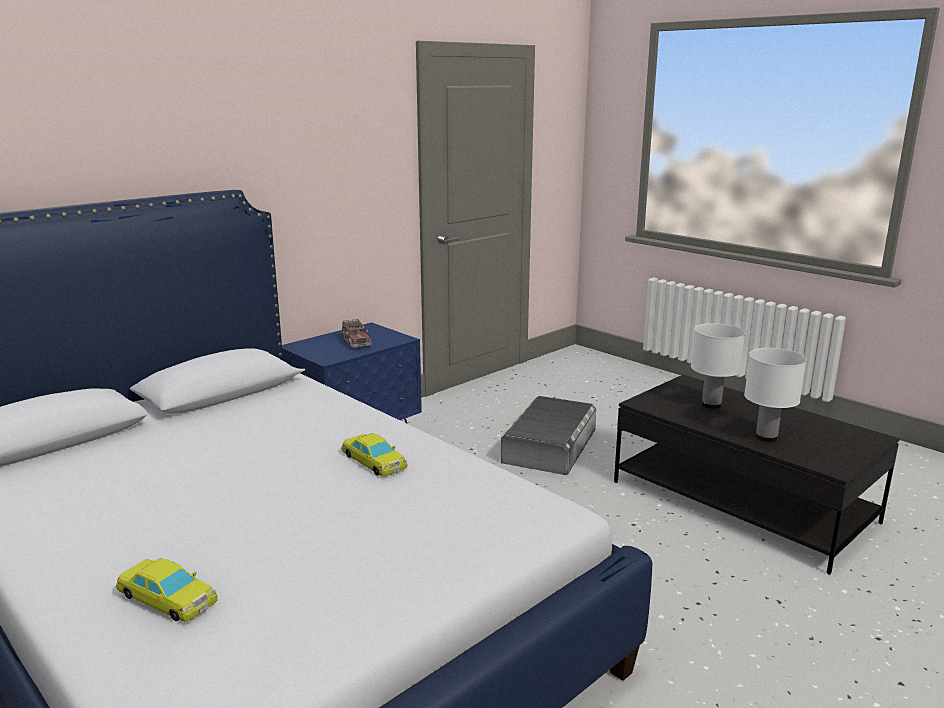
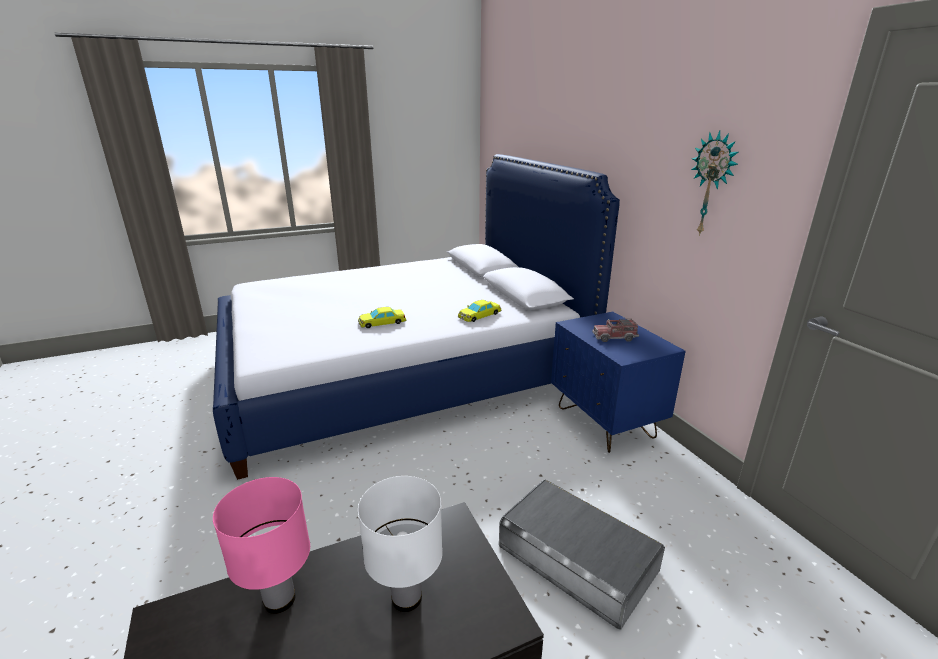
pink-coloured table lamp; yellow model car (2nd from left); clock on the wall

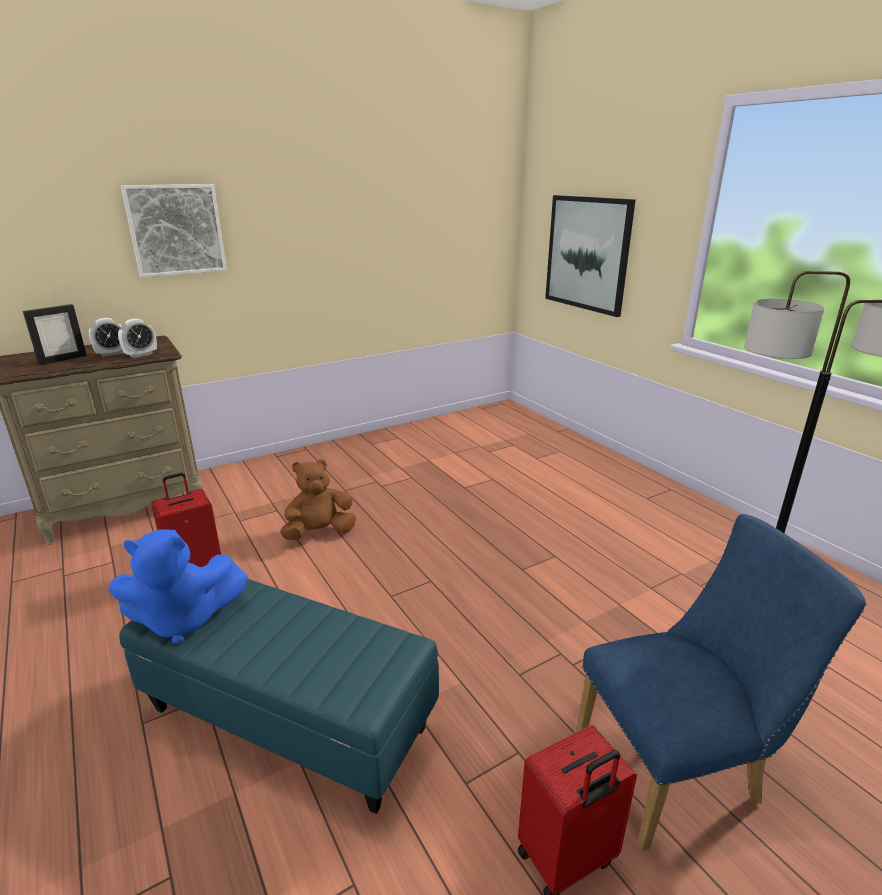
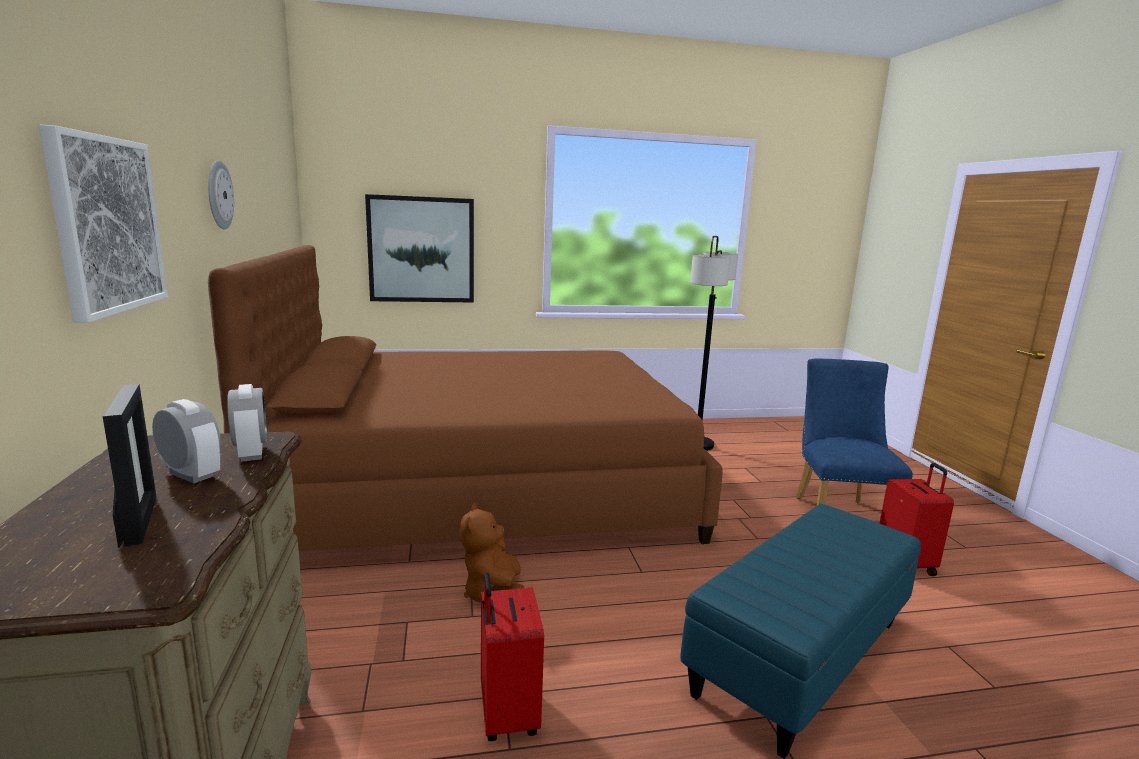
table clock (1st from left); blue soft toy; clock on the wall; brown-coloured bed

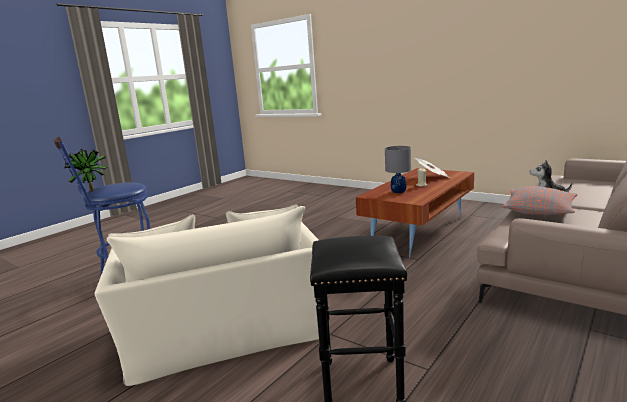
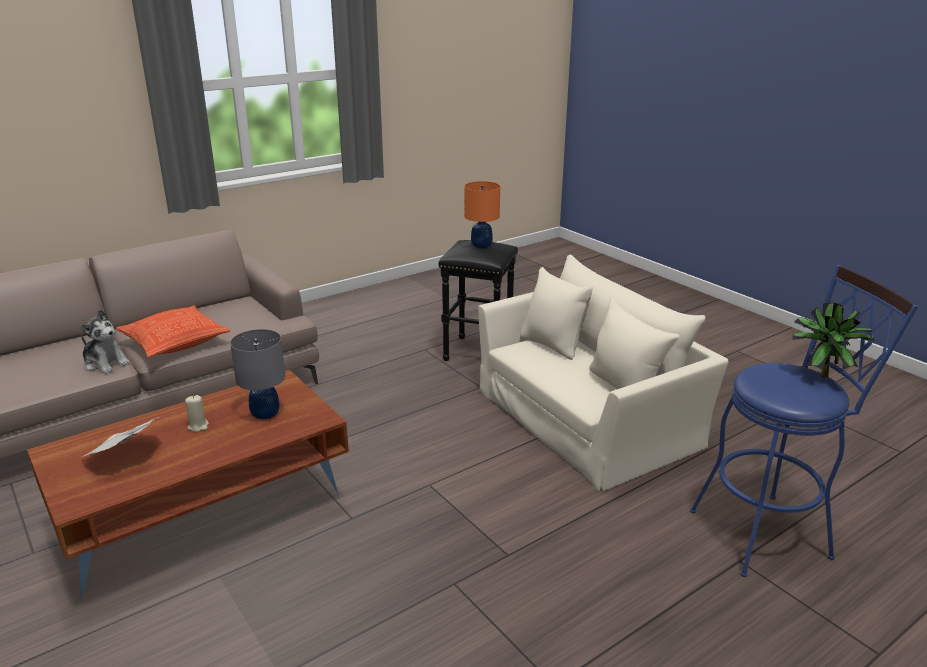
orange throw pillow; sand-coloured lounge chair; orange table lamp

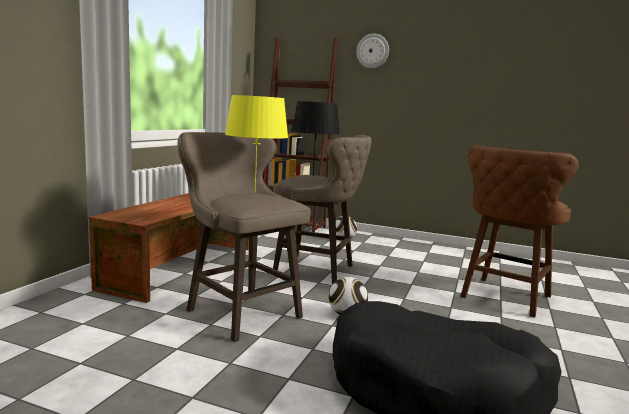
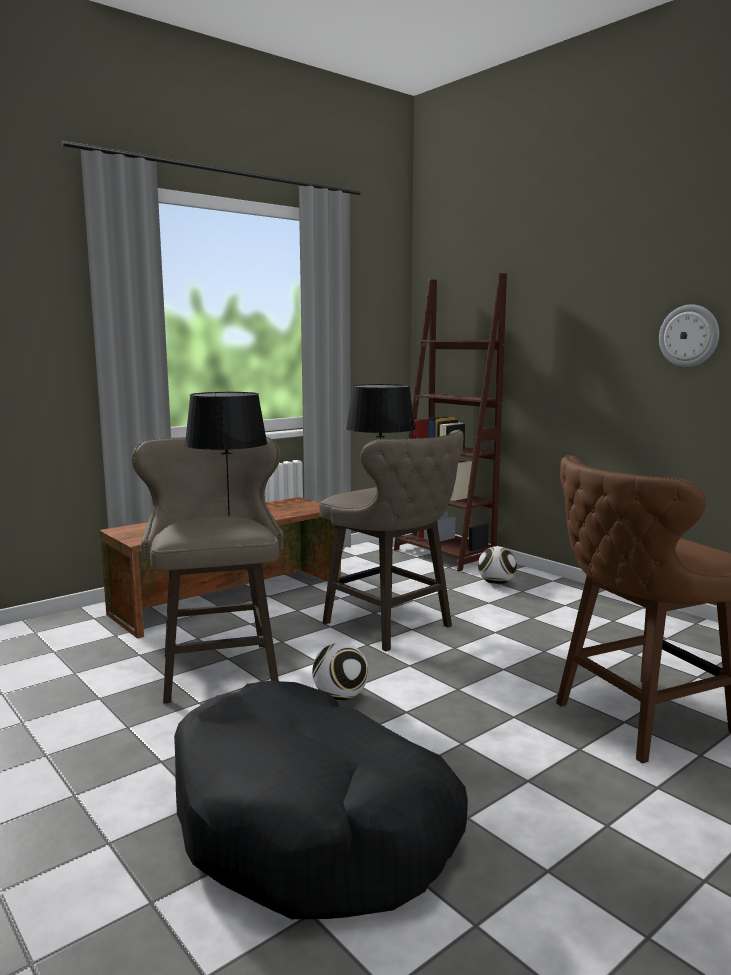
clock on the wall; black-coloured table lamp (1st from left)

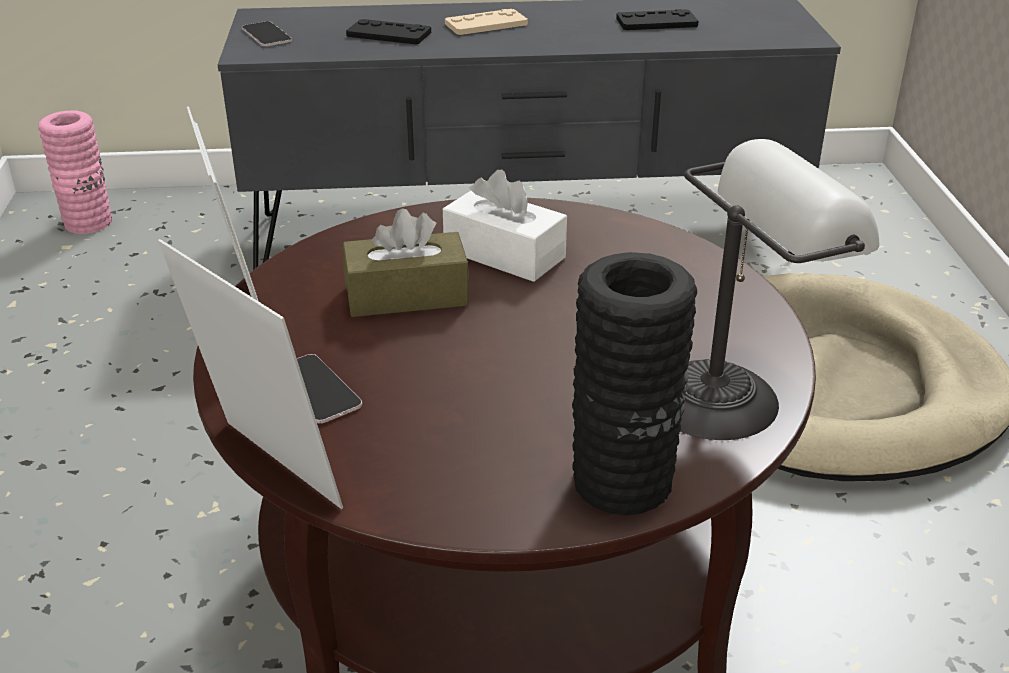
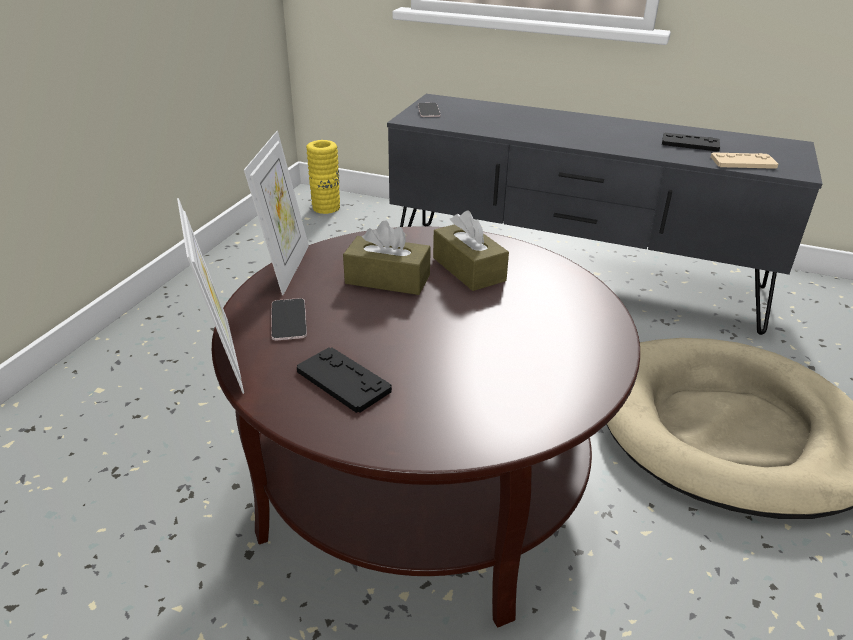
sand-coloured game controller; black-coloured game controller (1st from left); yellow decorative vase; table lamp; brown-coloured tissue holder (2nd from left); black-coloured decorative vase

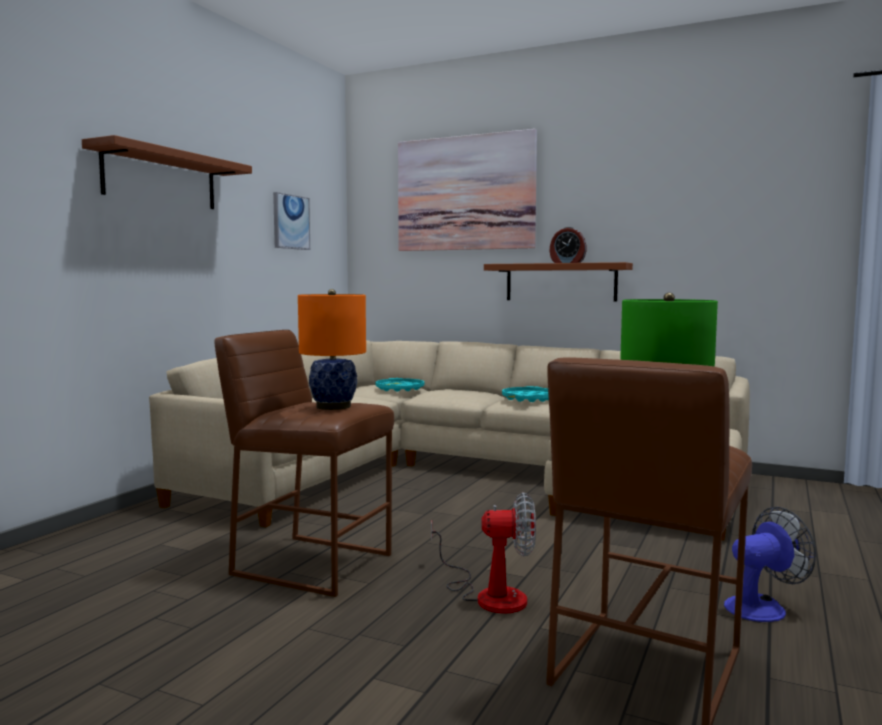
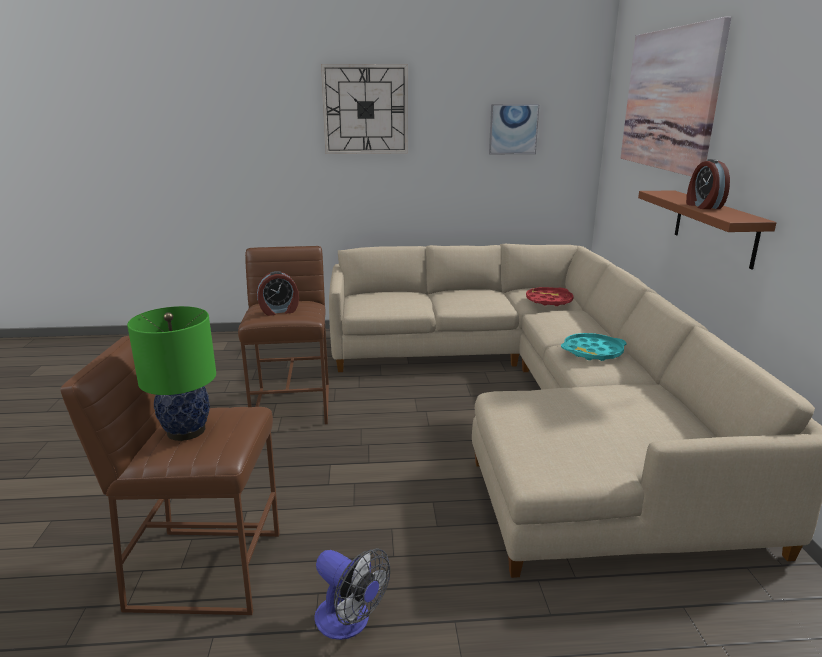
clock on the wall; table clock (1st from left); red carrying tray; fan (1st from left in the first image)

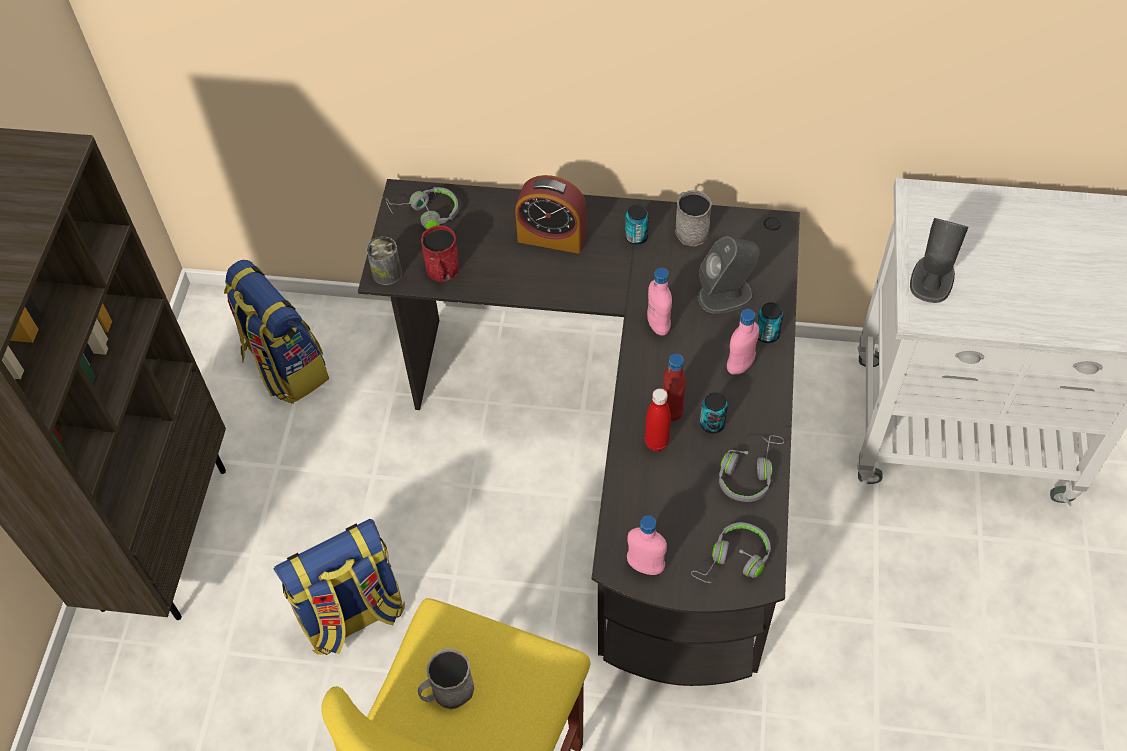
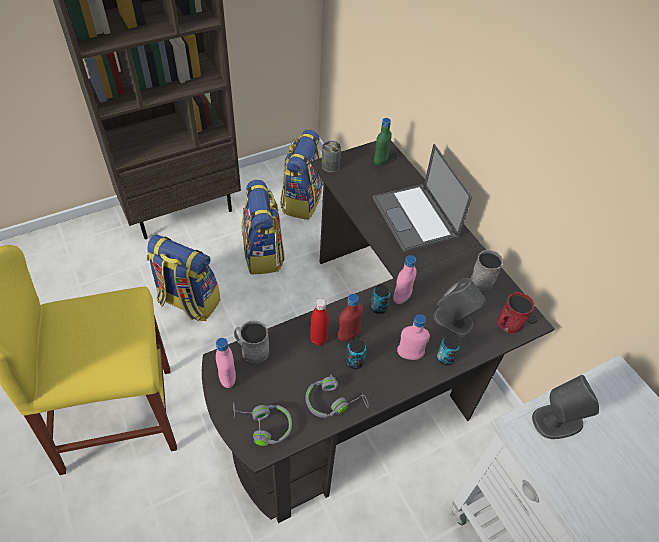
portable computer; green-coloured drink bottle; can (3rd from left); red tea mug; grey tea mug (1st from left); knapsack (2nd from left)

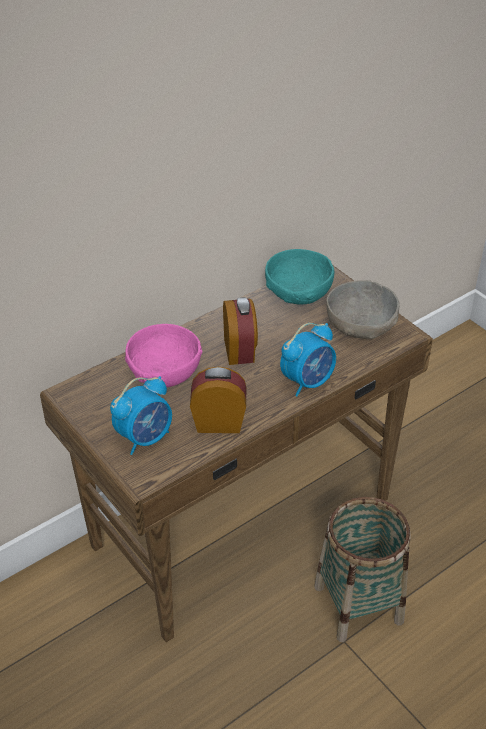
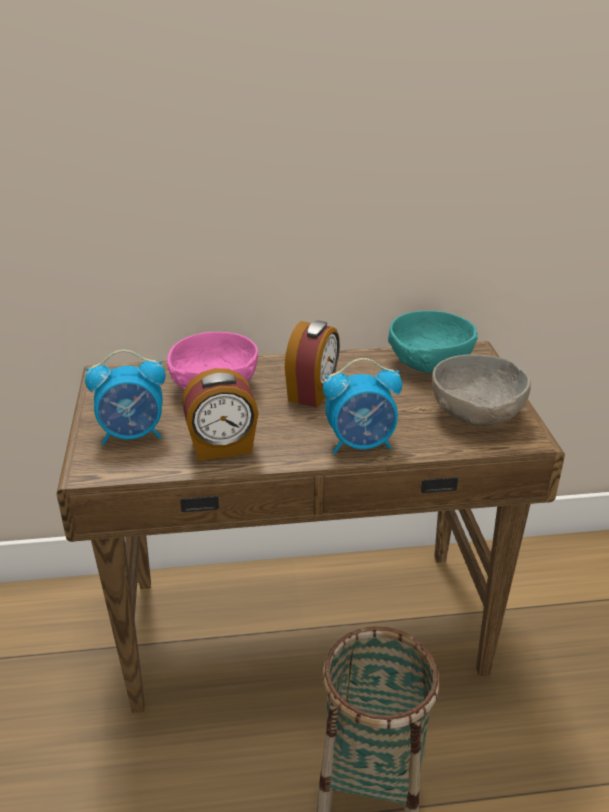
table clock (2nd from left)

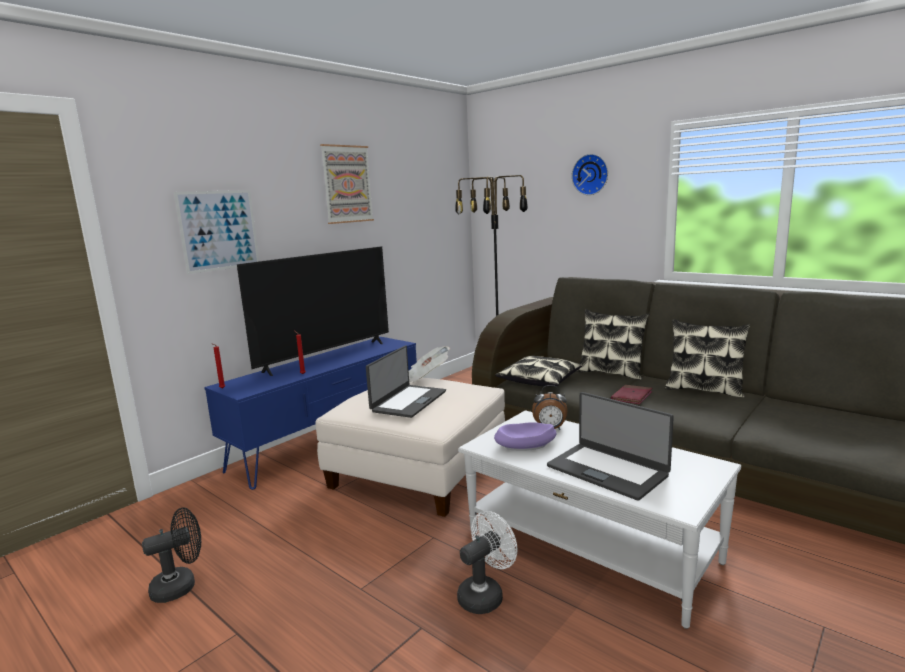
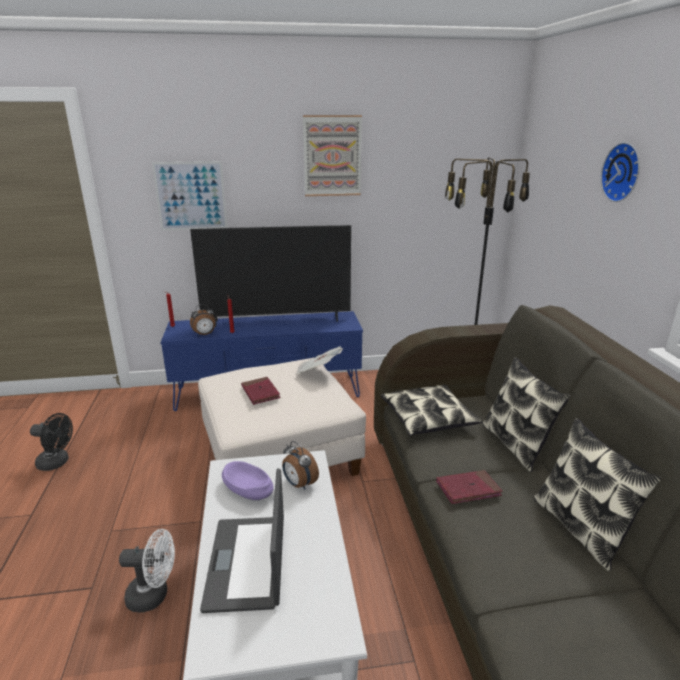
red book (1st from left); table clock (1st from left)

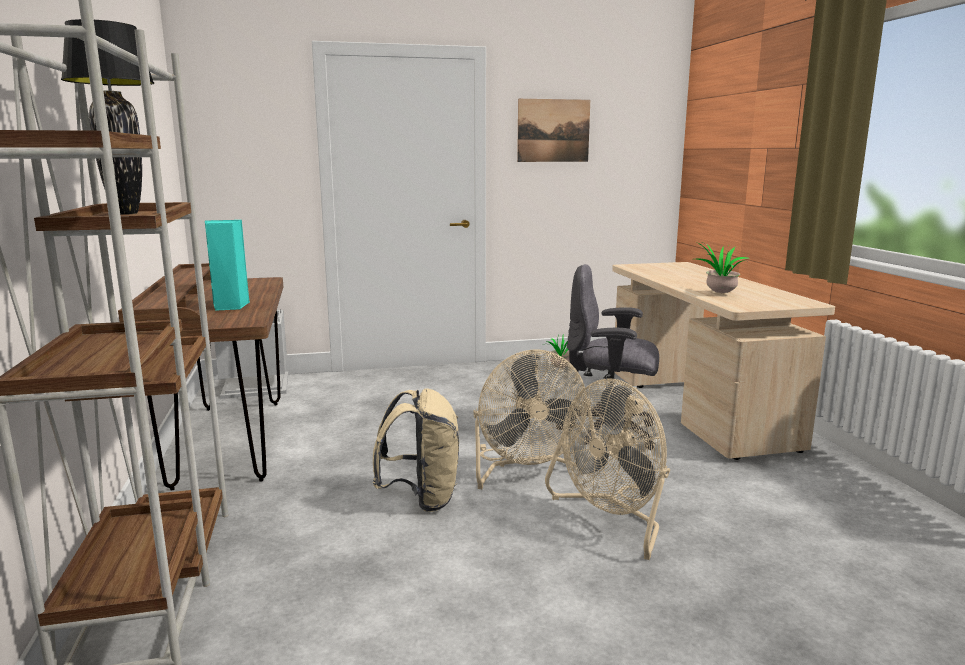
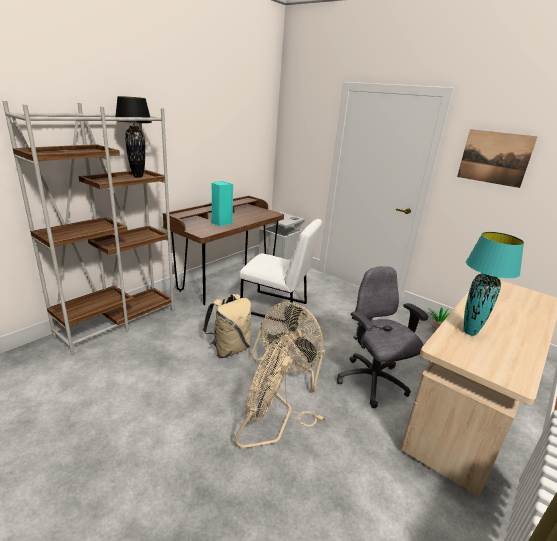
turquoise table lamp; white-coloured chair

